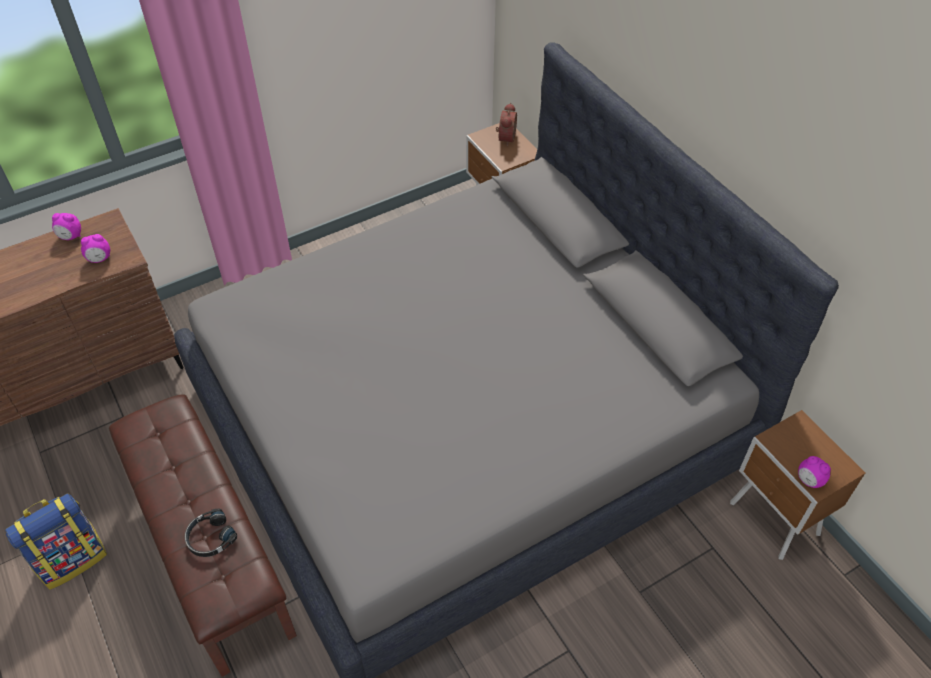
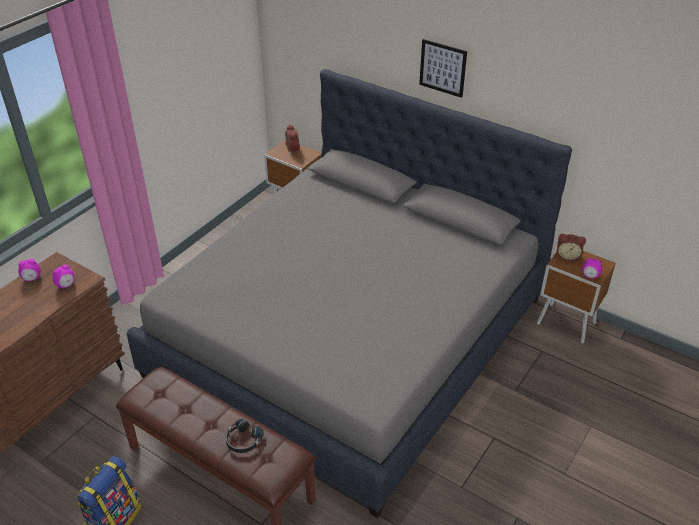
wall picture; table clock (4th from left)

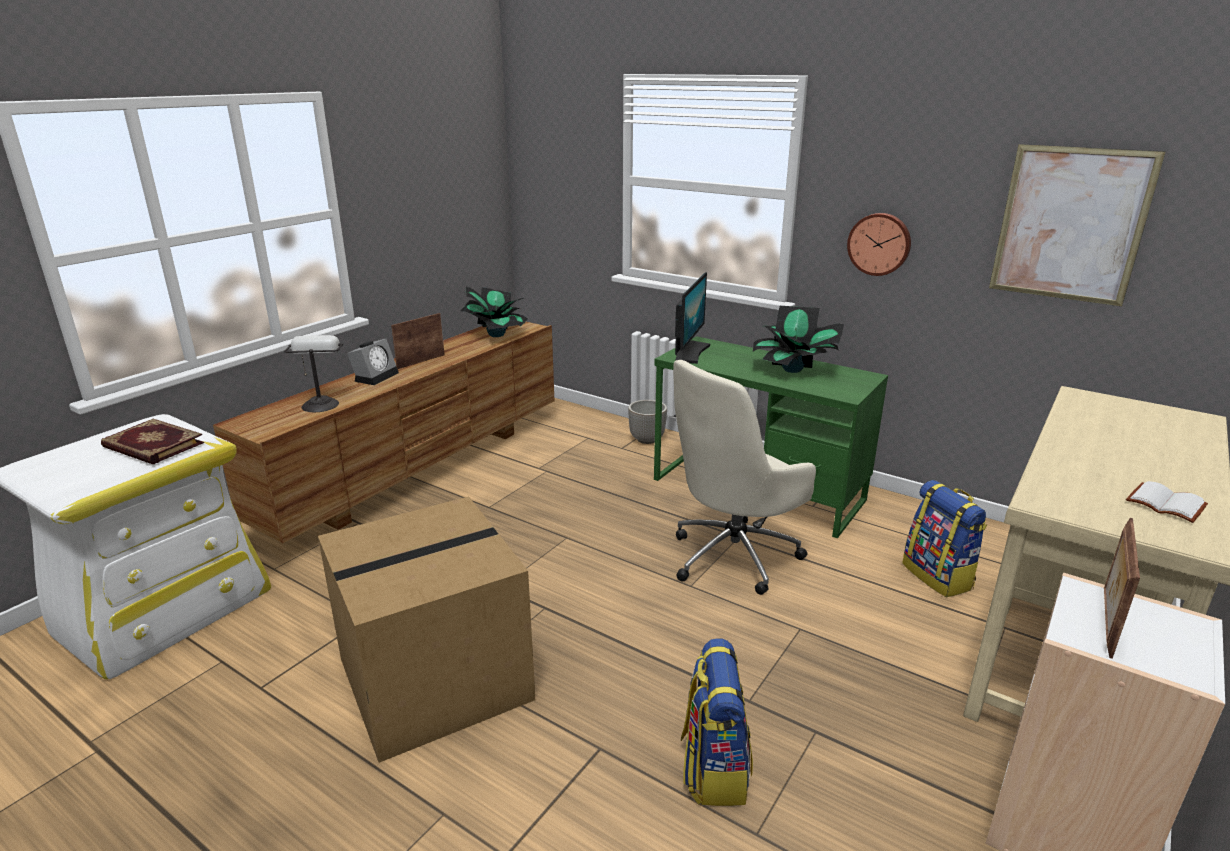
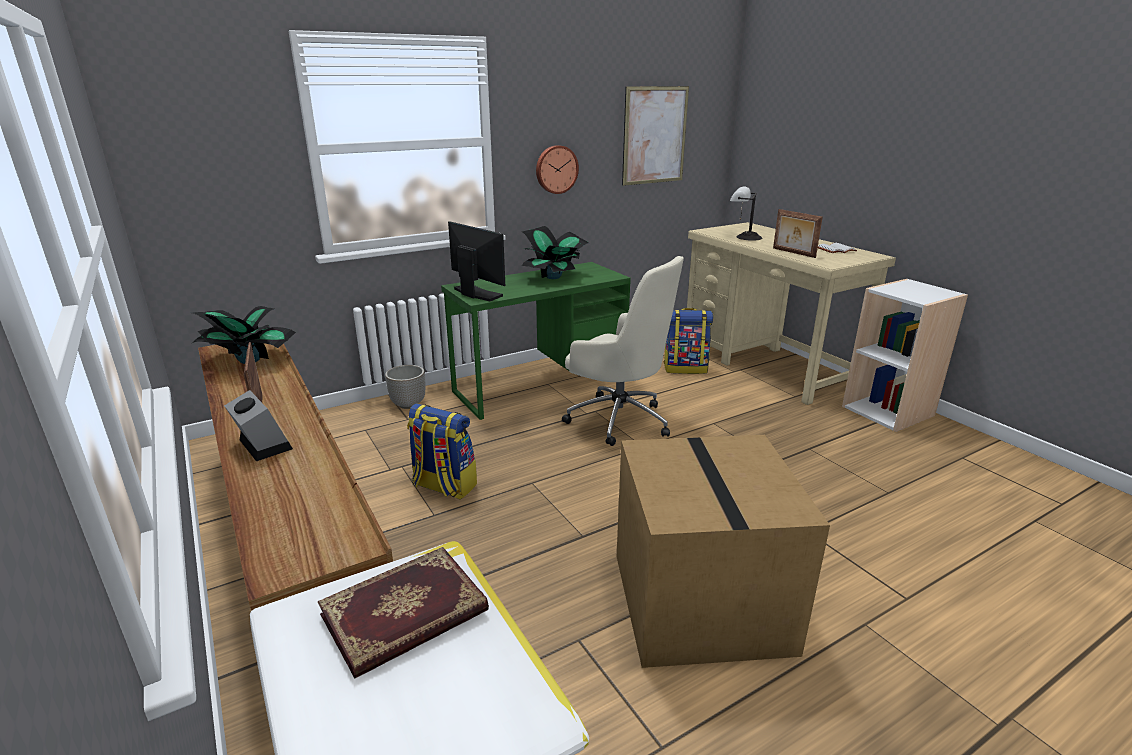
table lamp; sand-coloured desk chair; standing frame (2nd from left); knapsack (1st from left)

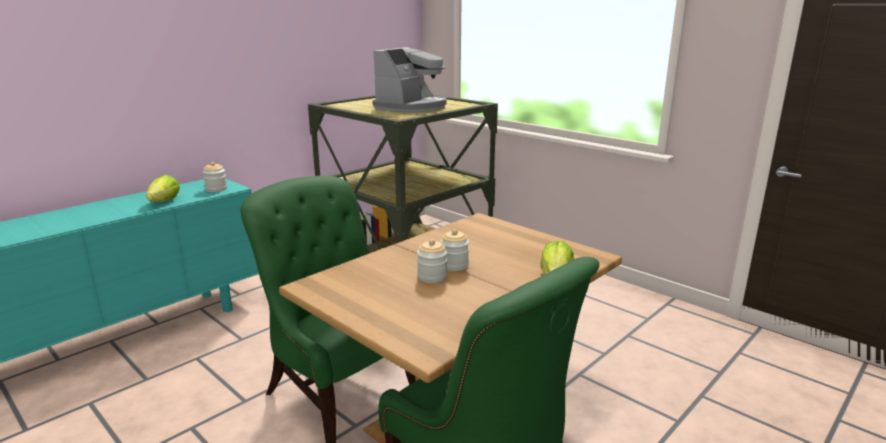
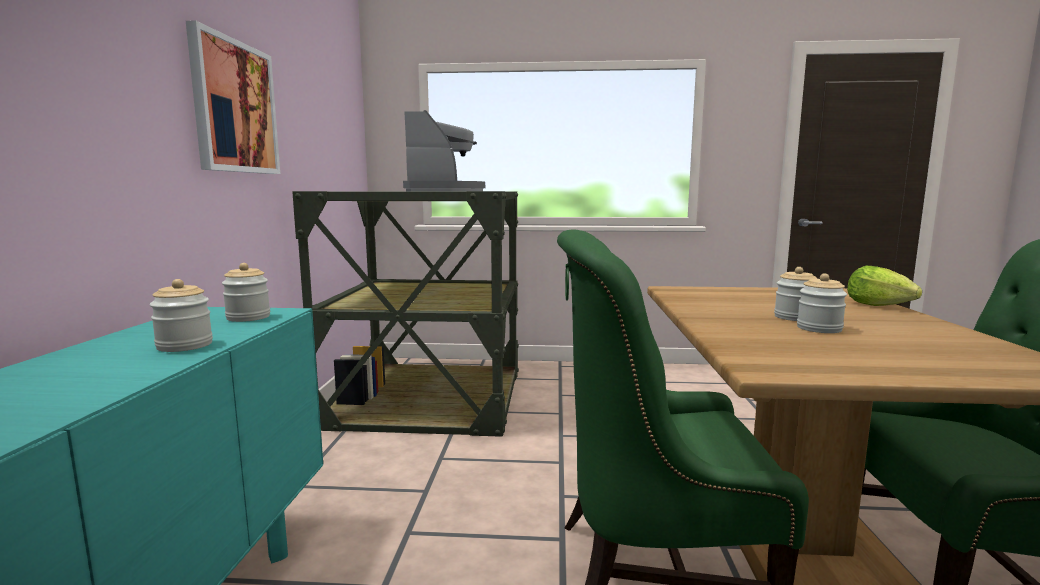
preserve jar (1st from left); wall picture

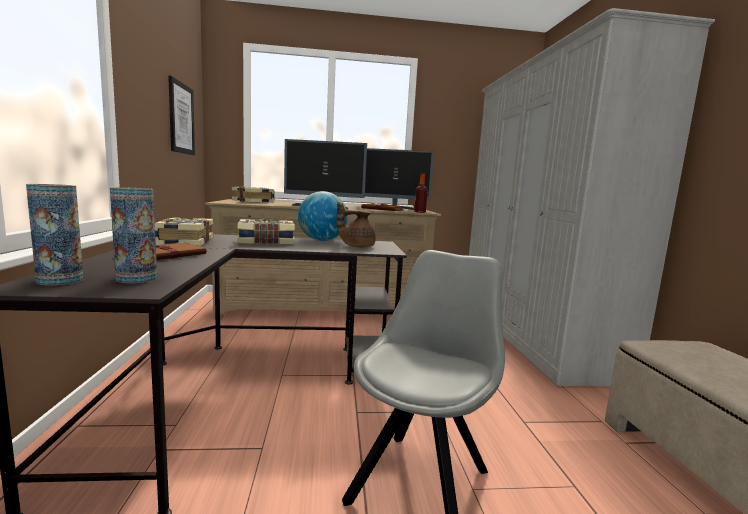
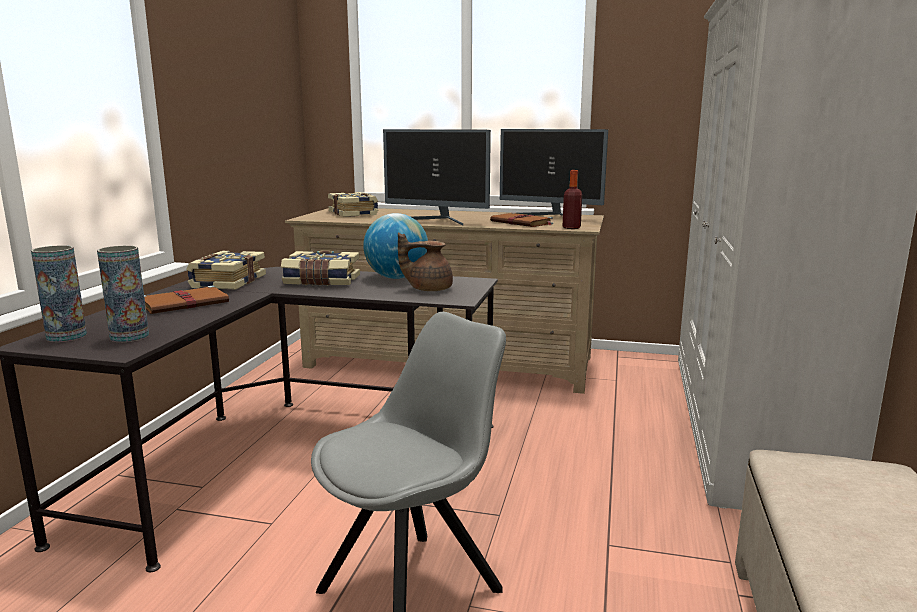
wall picture

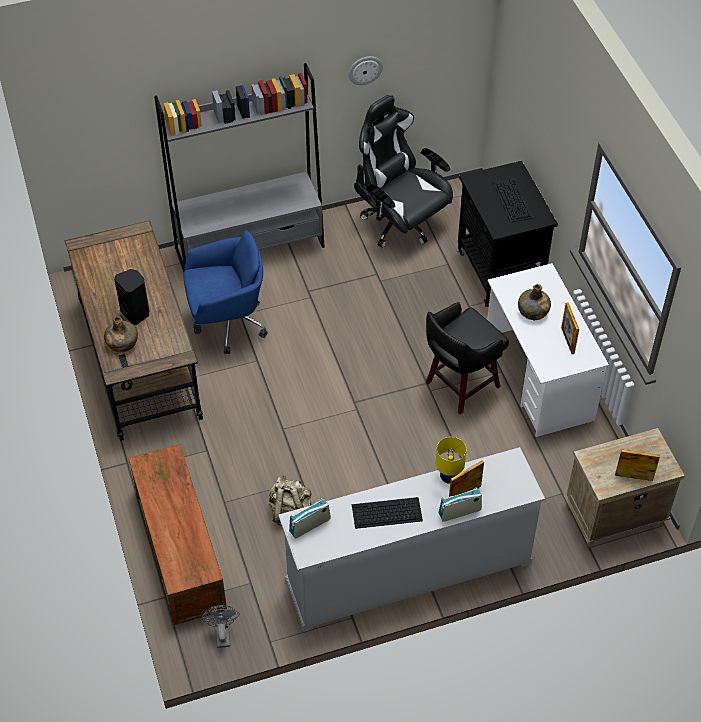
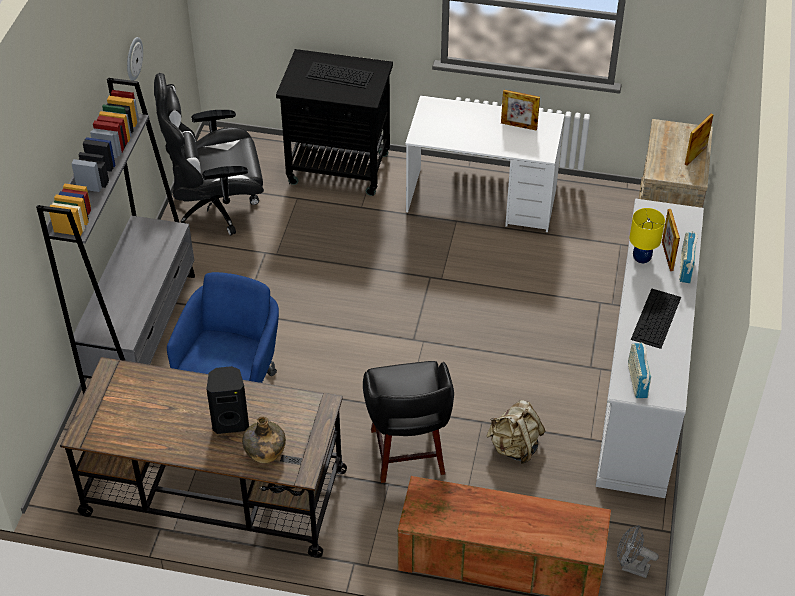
green-coloured drink bottle (2nd from left in the first image); black-coloured stool seat

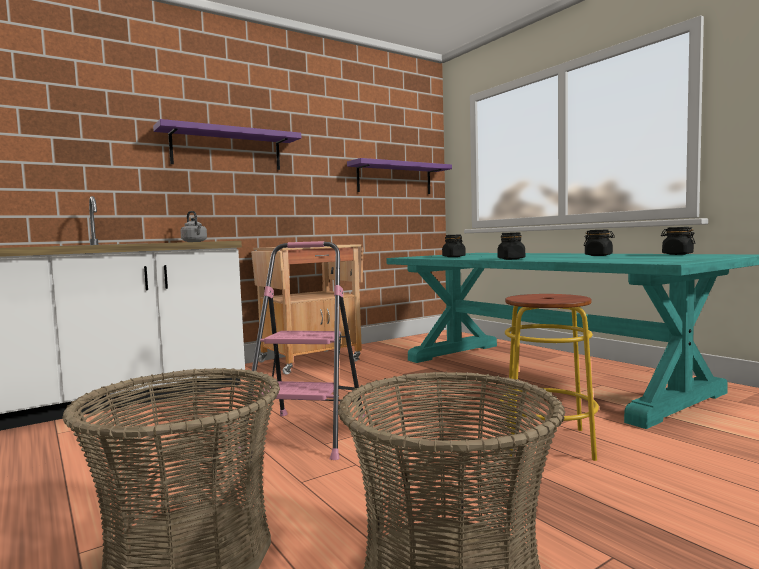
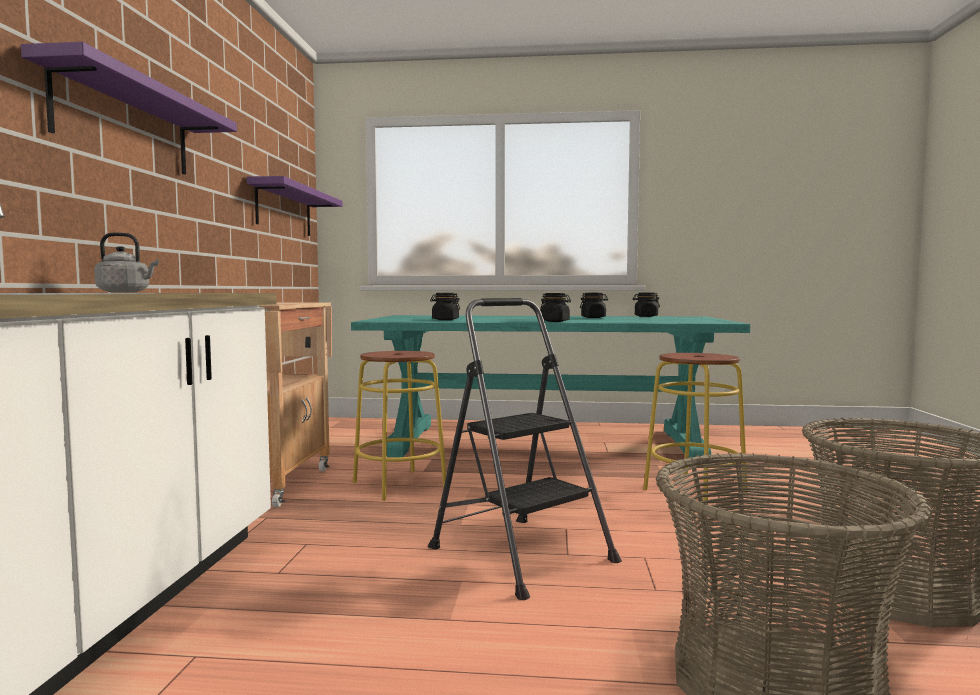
black-coloured step stool; yellow stool seat (1st from left)

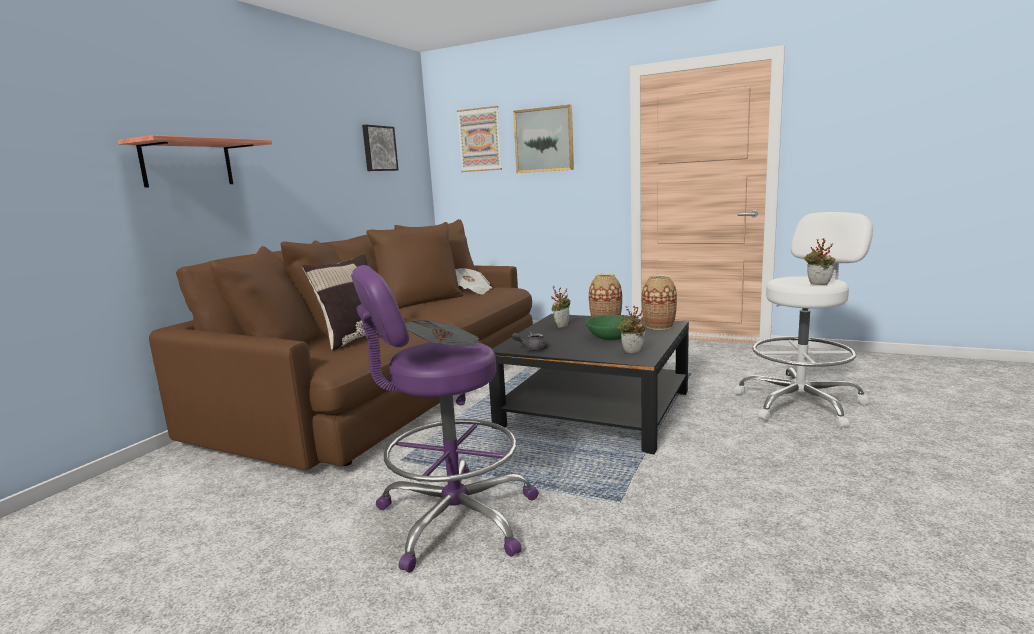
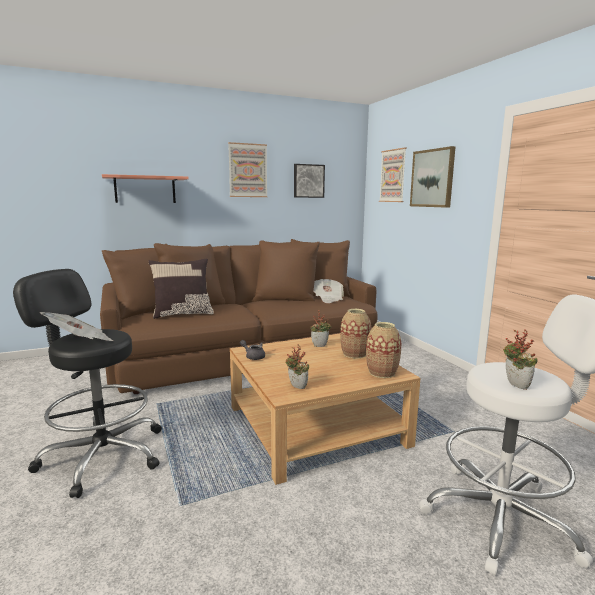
black-coloured stool seat; sand-coloured low table; green-coloured serving bowl; wall picture (1st from left)

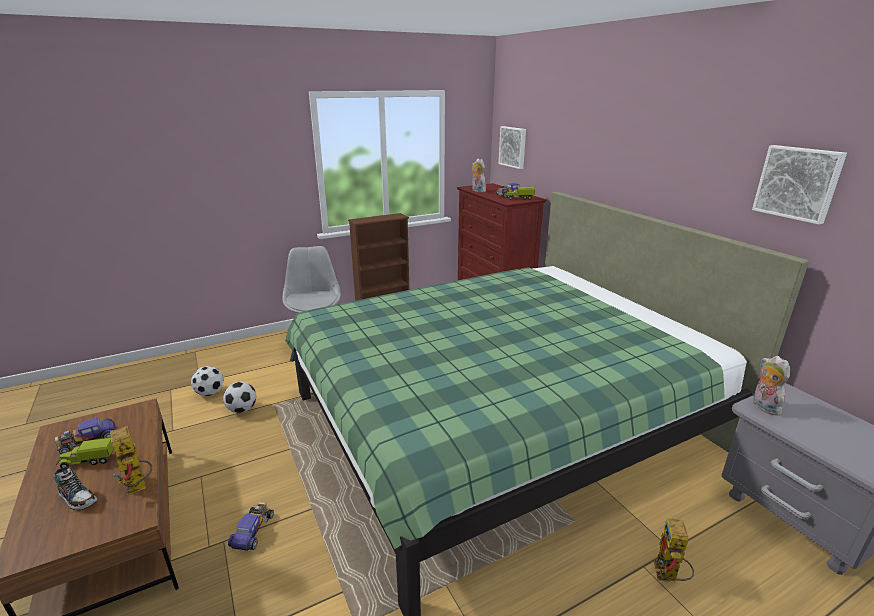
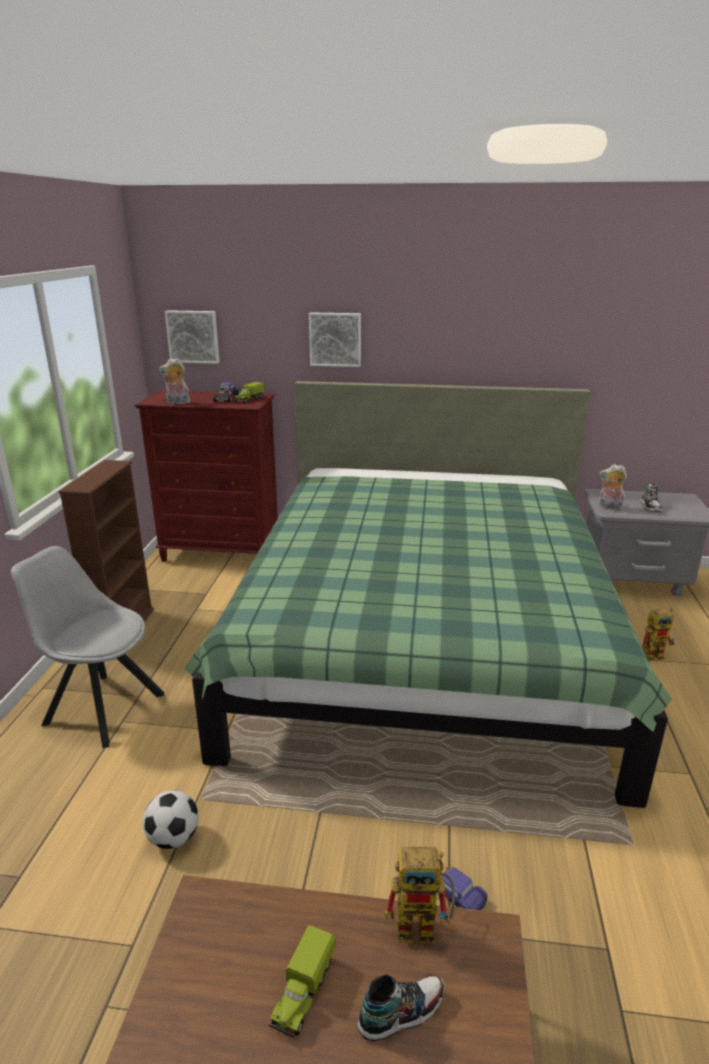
wall picture (2nd from left); ball for football (1st from left in the first image); model car (1st from left in the first image); robot figure (2nd from left); low shoe (2nd from left)

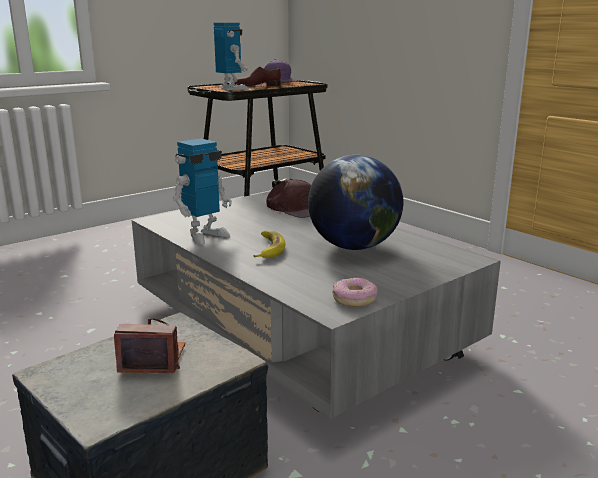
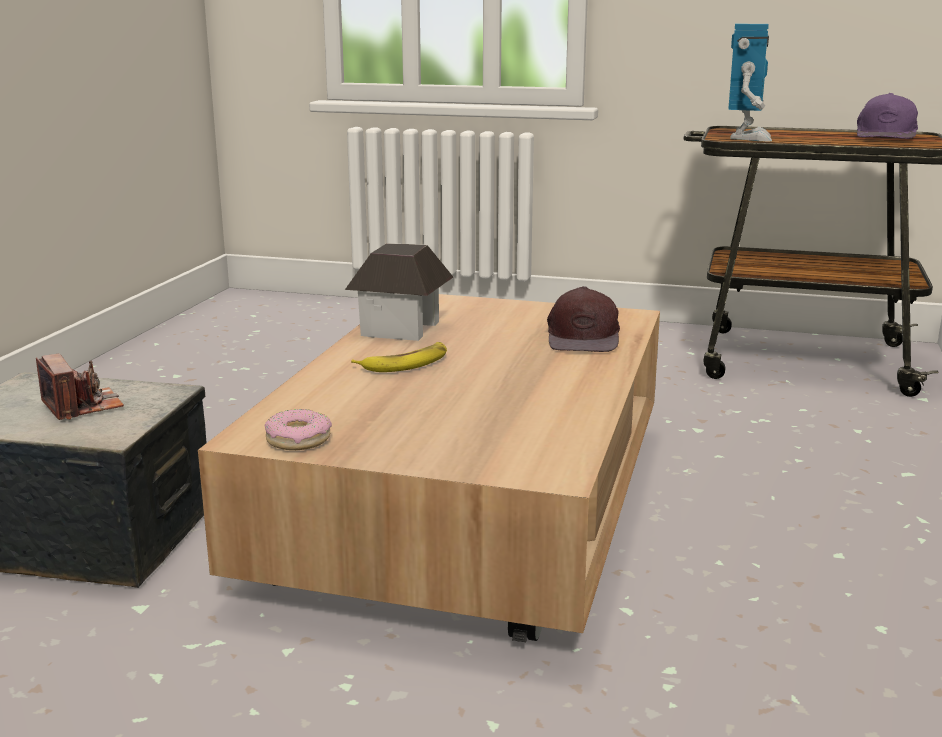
brown-coloured low shoe; toy house; globe; brown-coloured low table

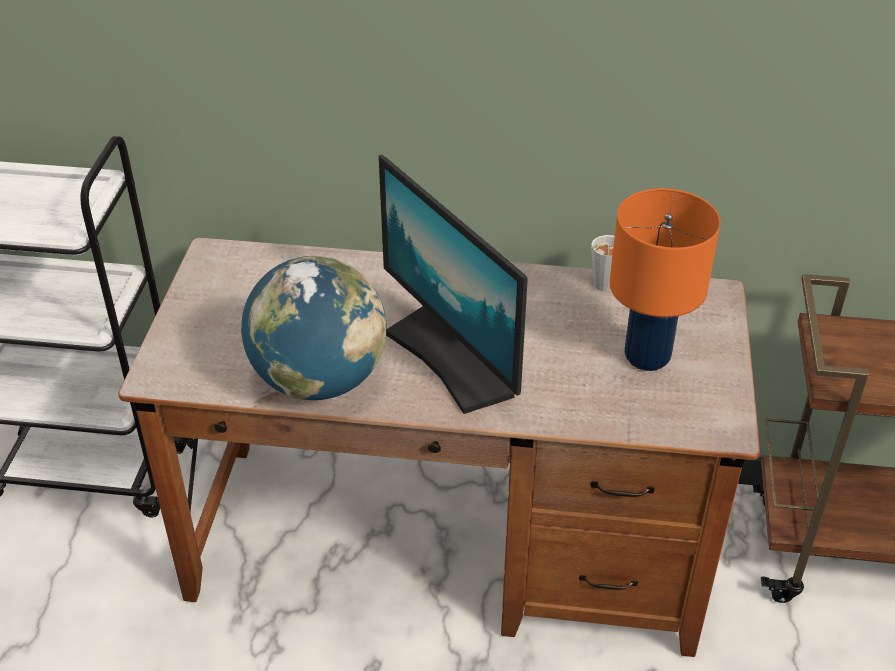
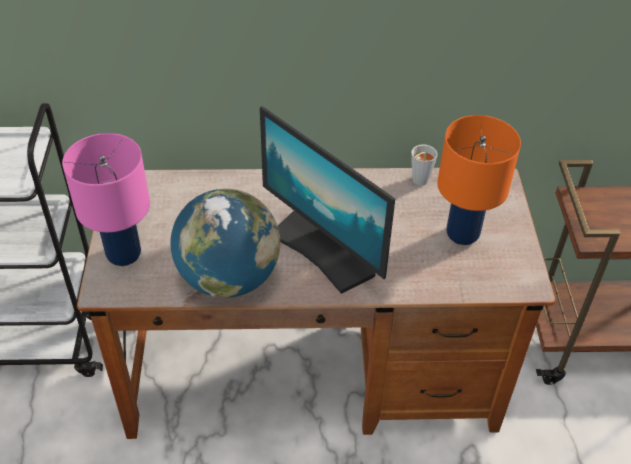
pink-coloured table lamp

